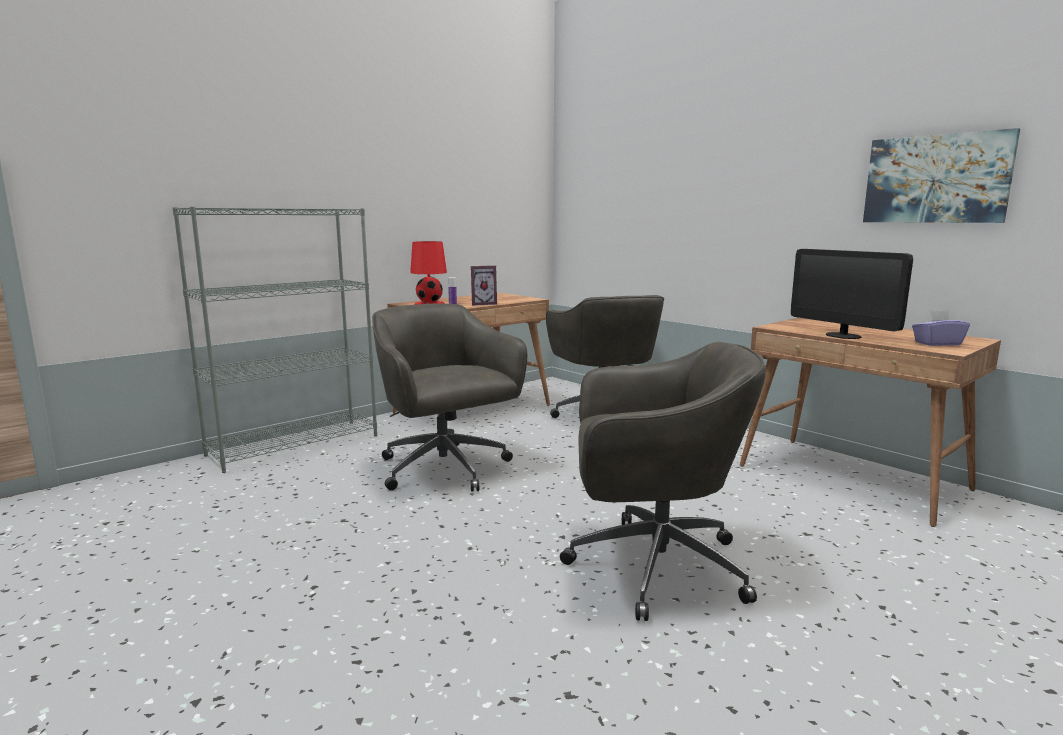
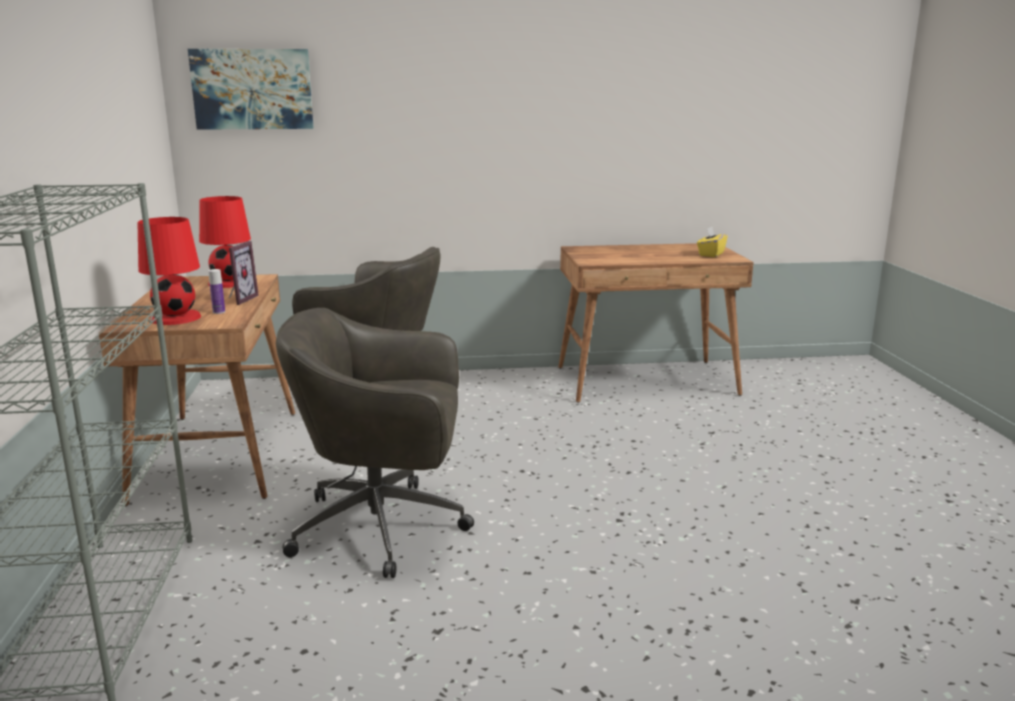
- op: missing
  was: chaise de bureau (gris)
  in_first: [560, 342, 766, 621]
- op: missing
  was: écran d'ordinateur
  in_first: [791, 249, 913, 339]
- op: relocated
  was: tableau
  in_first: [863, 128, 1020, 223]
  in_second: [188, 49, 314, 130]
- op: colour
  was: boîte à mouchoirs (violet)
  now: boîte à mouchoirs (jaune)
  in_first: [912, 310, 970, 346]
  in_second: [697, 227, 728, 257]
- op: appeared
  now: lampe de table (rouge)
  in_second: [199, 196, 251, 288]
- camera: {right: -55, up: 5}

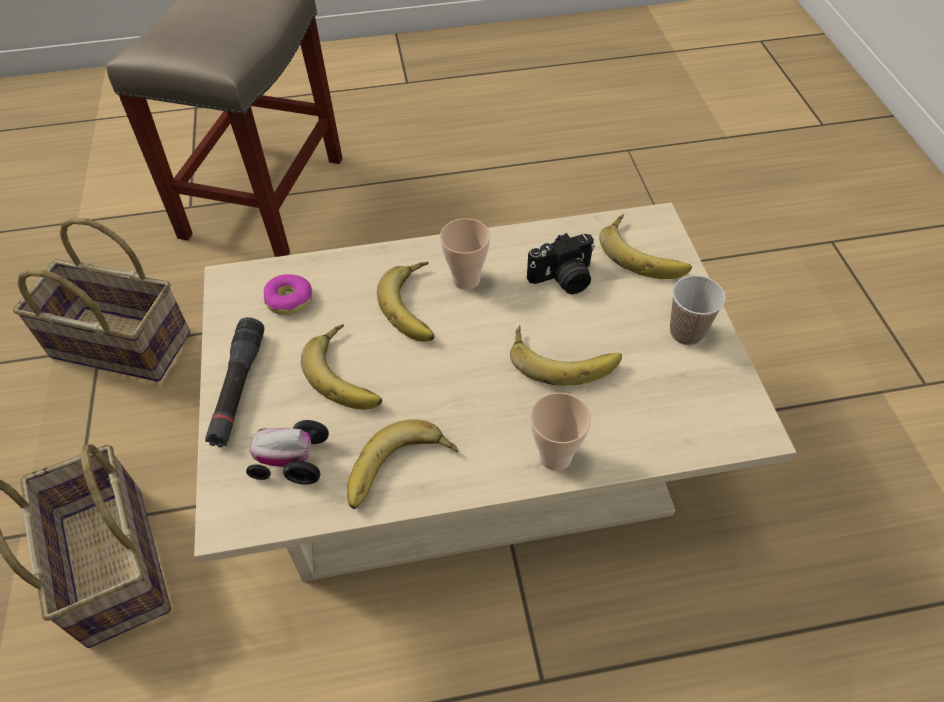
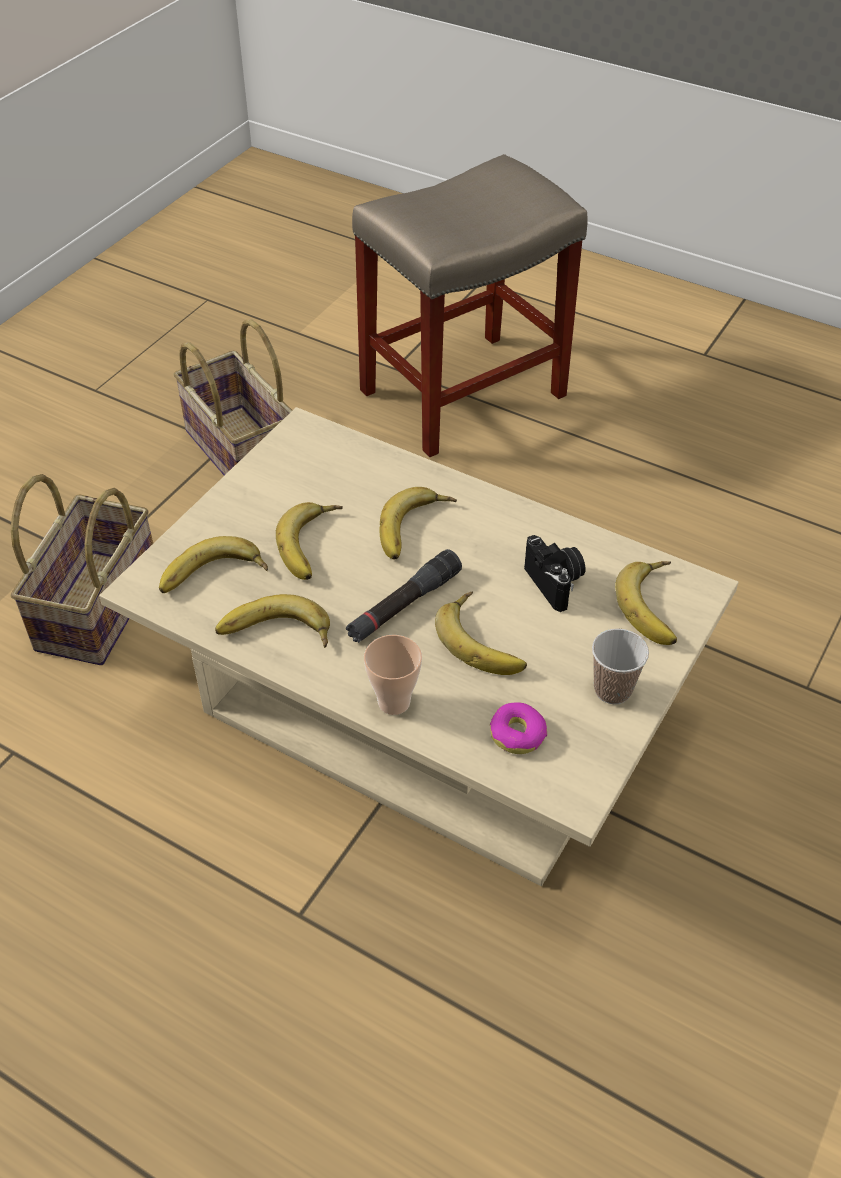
- op: relocated
  was: lampe de poche (noir)
  in_first: [205, 317, 264, 447]
  in_second: [346, 549, 462, 643]
- op: exchanged
  was: petite voiture
  now: banane
  in_first: [246, 420, 329, 484]
  in_second: [159, 536, 268, 593]
- op: relocated
  was: beignet
  in_first: [264, 274, 312, 315]
  in_second: [490, 702, 547, 754]
- op: missing
  was: tasse
  in_first: [440, 218, 490, 290]
- op: spun
  was: appareil photo
  in_first: [527, 233, 595, 294]
  in_second: [524, 535, 586, 612]
  clockwise: -135
- camera: {right: 40, up: -5}

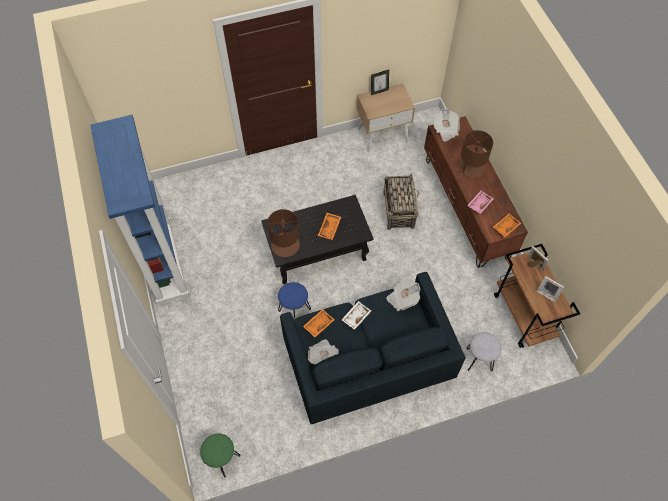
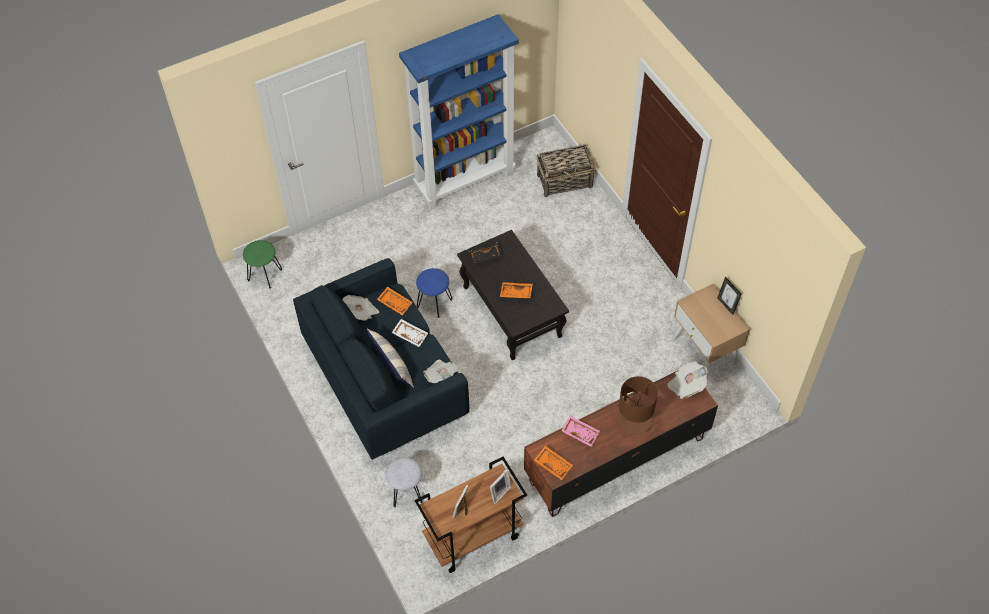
- op: exchanged
  was: lampe de table (marron)
  now: plateau (noir)
  in_first: [267, 209, 300, 257]
  in_second: [469, 242, 502, 265]
- op: relocated
  was: panier
  in_first: [383, 174, 419, 230]
  in_second: [537, 145, 595, 197]
- op: appeared
  now: coussin
  in_second: [367, 329, 414, 388]
- camera: {right: 80, up: -5}

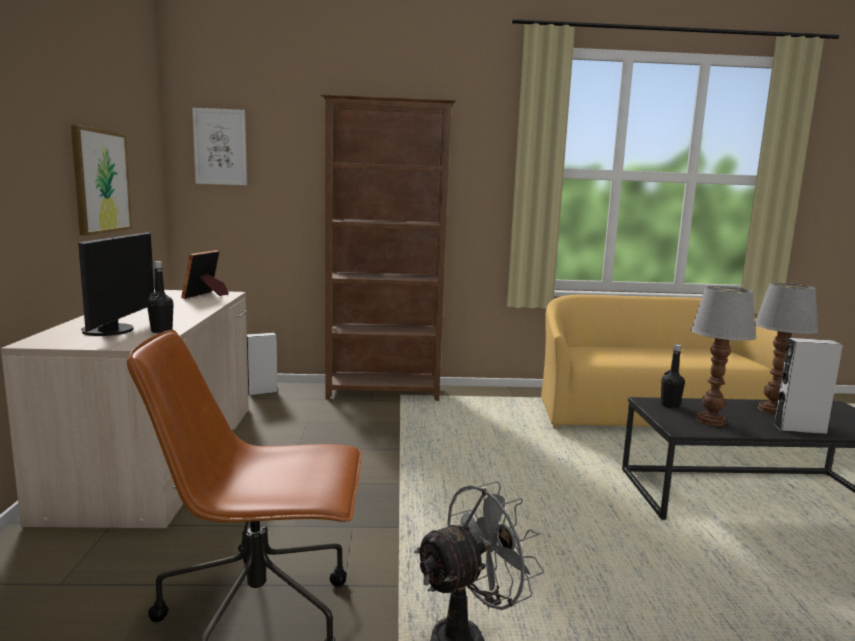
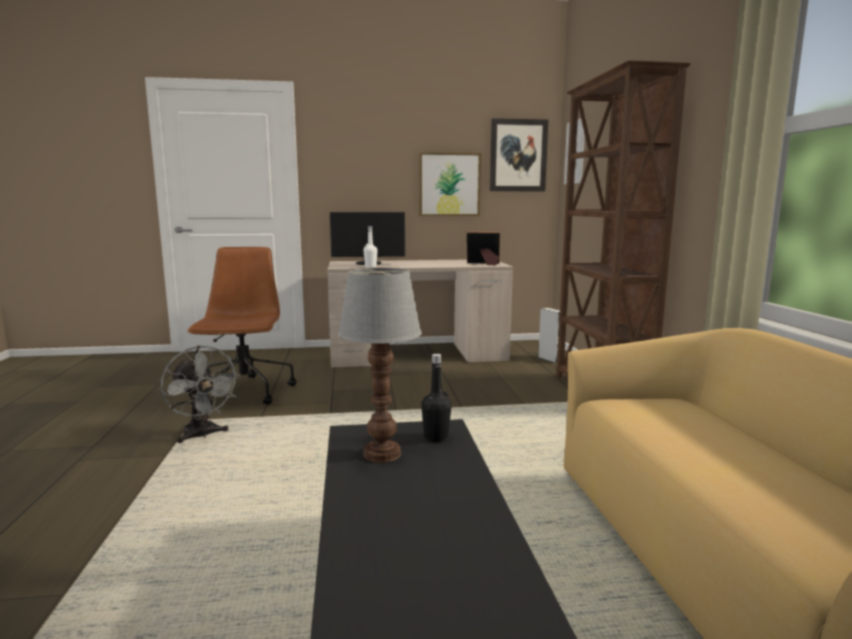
- op: colour
  was: bouteille (noir)
  now: bouteille (blanc)
  in_first: [147, 261, 174, 333]
  in_second: [363, 226, 377, 267]
- op: missing
  was: lampe de table
  in_first: [755, 283, 819, 414]
- op: missing
  was: enceinte (gris)
  in_first: [773, 338, 843, 435]
- op: appeared
  now: tableau
  in_second: [490, 118, 548, 192]
- camera: {right: 85, up: 0}

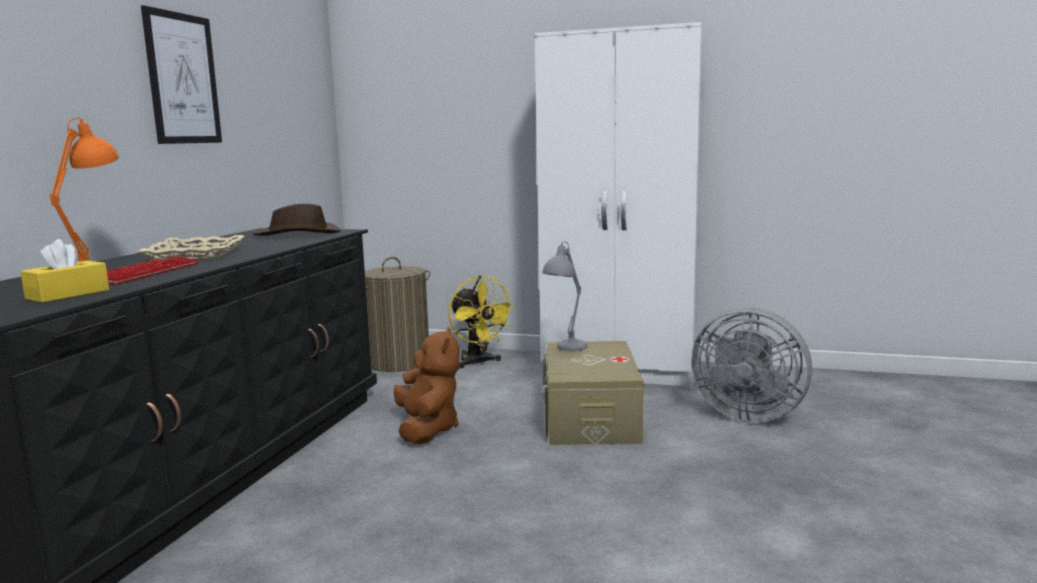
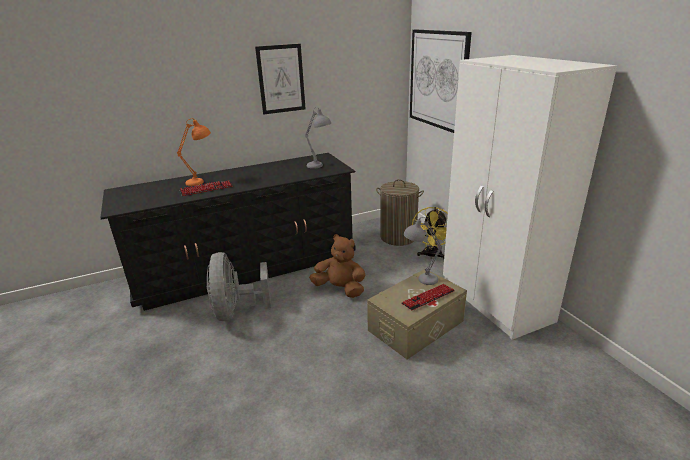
- op: missing
  was: boîte à mouchoirs (jaune)
  in_first: [20, 239, 109, 303]
- op: missing
  was: plateau (beige)
  in_first: [137, 235, 245, 260]
- op: exchanged
  was: chapeau (marron)
  now: lampe de table (gris)
  in_first: [253, 204, 341, 236]
  in_second: [305, 107, 331, 169]
- op: spun
  was: peluche (marron)
  in_first: [394, 327, 460, 444]
  in_second: [309, 234, 366, 298]
  clockwise: -105
- op: relocated
  was: ventilateur (gris)
  in_first: [691, 307, 812, 423]
  in_second: [207, 252, 271, 321]
- op: appeared
  now: clavier
  in_second: [401, 284, 455, 311]
- op: appeared
  now: tableau
  in_second: [410, 29, 472, 133]
- camera: {right: 50, up: 15}

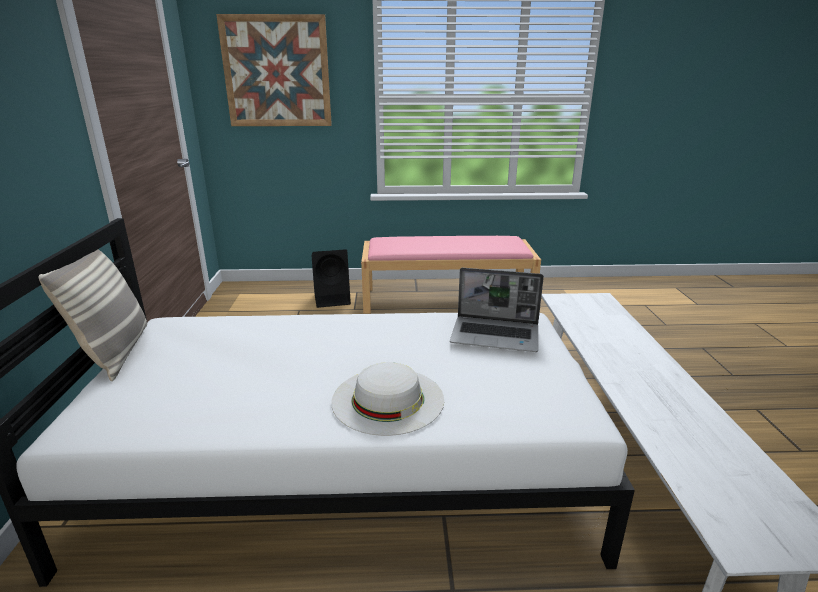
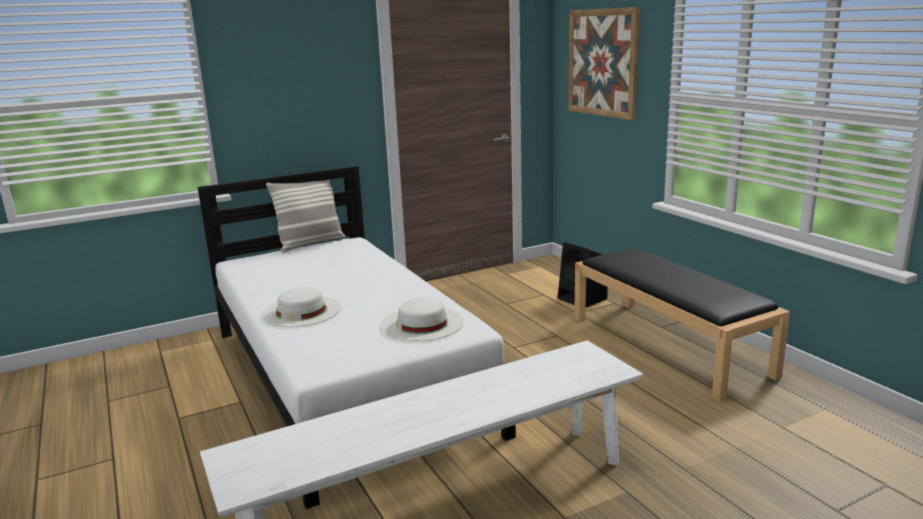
- op: colour
  was: banc (rose)
  now: banc (noir)
  in_first: [361, 236, 541, 313]
  in_second: [574, 248, 790, 401]
- op: exchanged
  was: ordinateur portable
  now: chapeau (blanc)
  in_first: [450, 268, 544, 352]
  in_second: [381, 298, 464, 341]
- camera: {right: 65, up: -5}

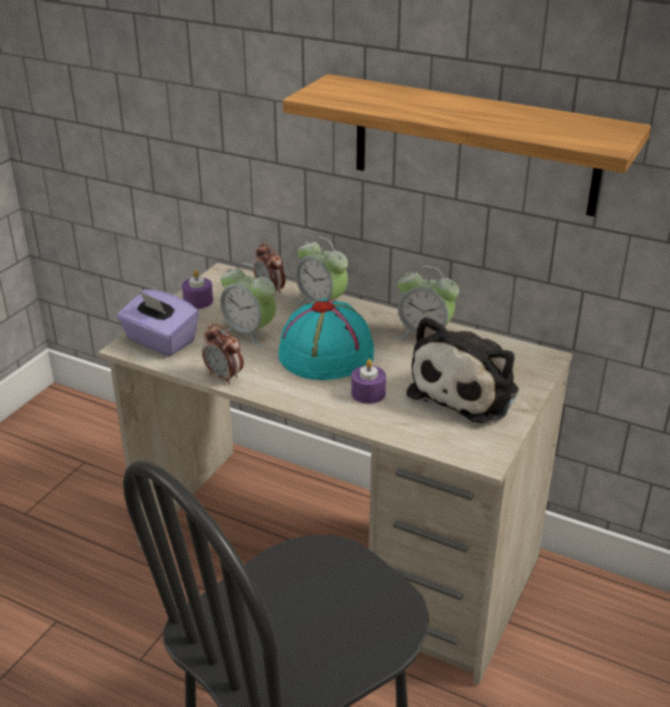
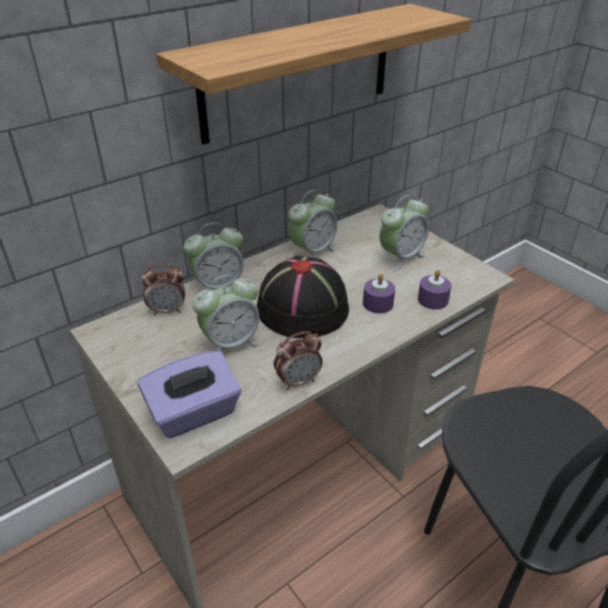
- op: relocated
  was: bougie (violet)
  in_first: [182, 270, 213, 309]
  in_second: [418, 270, 451, 309]
- op: colour
  was: chapeau (turquoise)
  now: chapeau (noir)
  in_first: [278, 299, 374, 380]
  in_second: [256, 256, 349, 338]
- op: exchanged
  was: peluche
  now: réveil
  in_first: [406, 317, 519, 423]
  in_second: [380, 195, 429, 271]
- camera: {right: -65, up: 5}

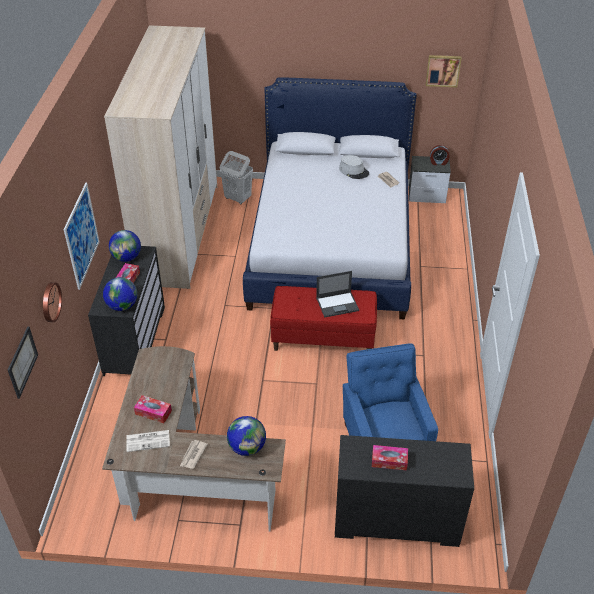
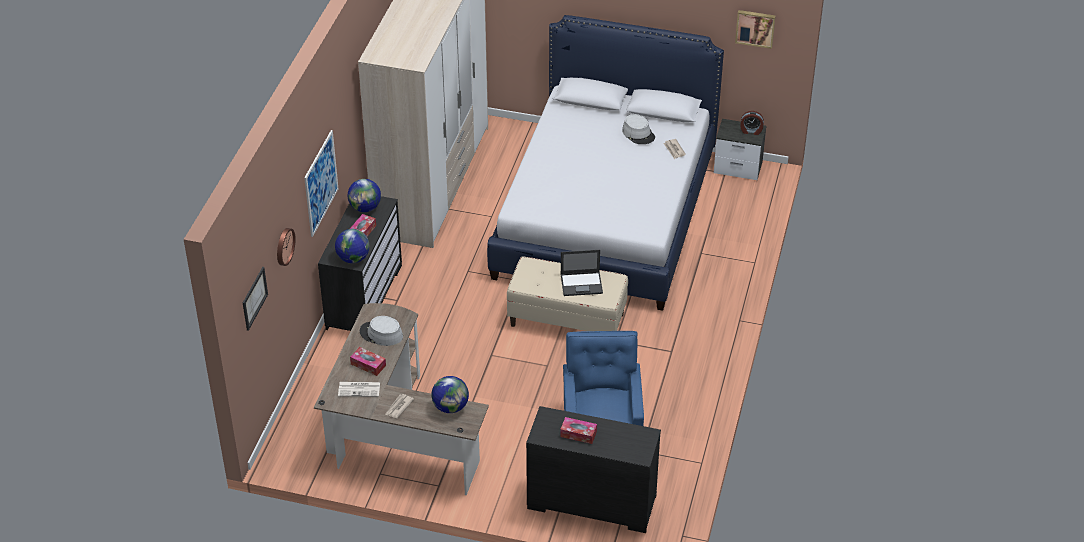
- op: missing
  was: panier à linge (blanc)
  in_first: [220, 151, 253, 204]
- op: colour
  was: banc (rouge)
  now: banc (beige)
  in_first: [270, 286, 377, 351]
  in_second: [507, 257, 628, 331]
- op: appeared
  now: chapeau (gris)
  in_second: [360, 316, 403, 346]
- camera: {right: 10, up: 0}

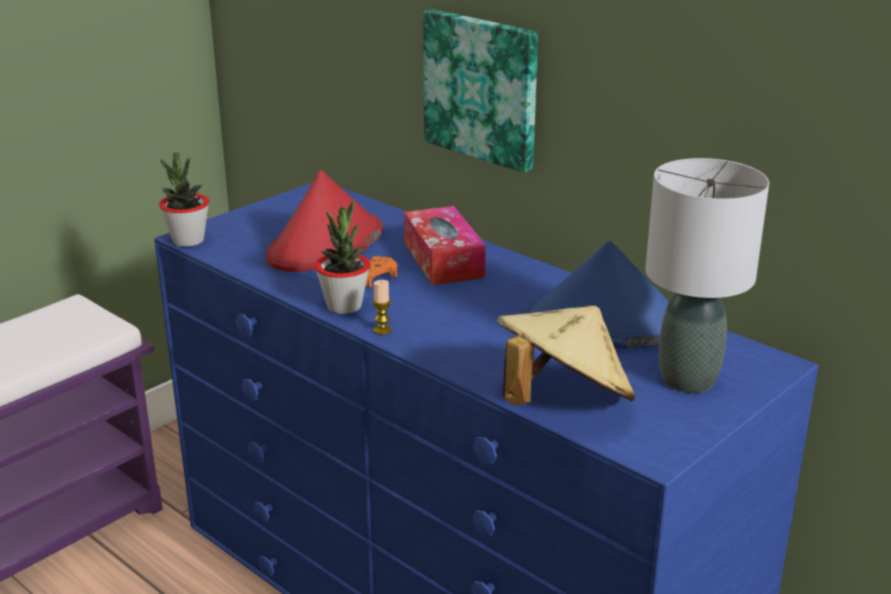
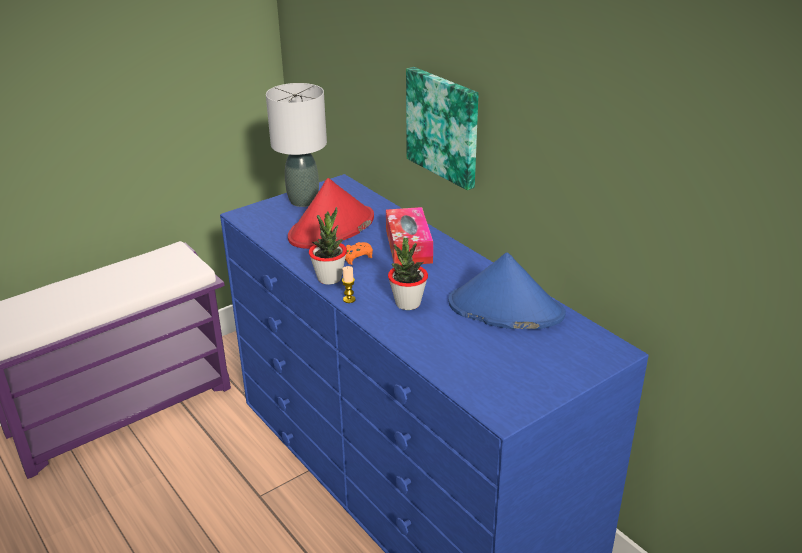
- op: relocated
  was: plante en pot
  in_first: [159, 153, 209, 247]
  in_second: [388, 238, 428, 310]
- op: missing
  was: chapeau (beige)
  in_first: [497, 306, 636, 405]
- op: relocated
  was: lampe de table (gris)
  in_first: [645, 158, 769, 393]
  in_second: [266, 83, 327, 207]
- camera: {right: 10, up: 5}

